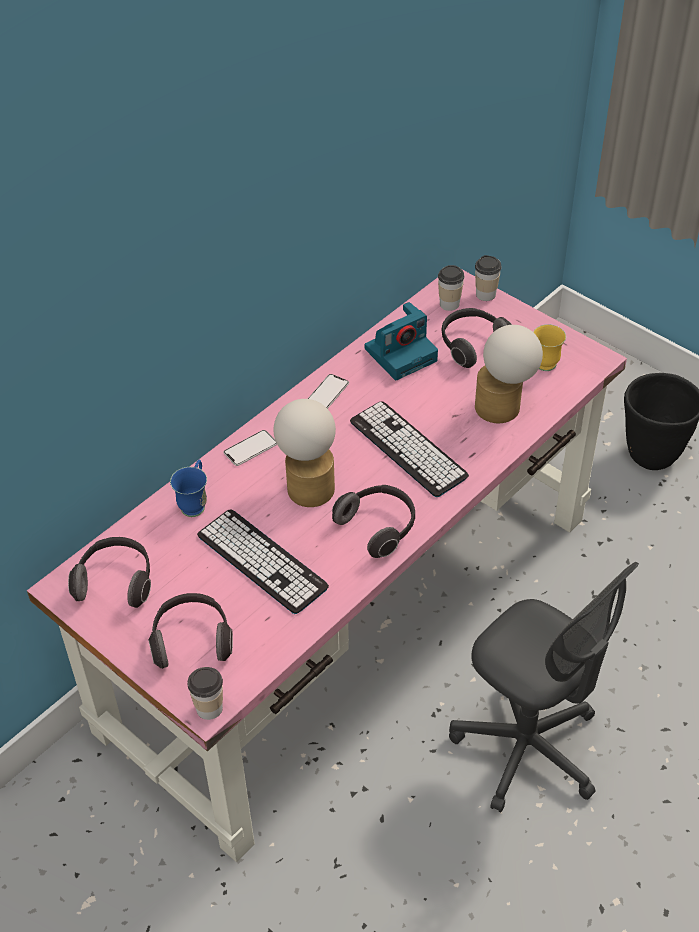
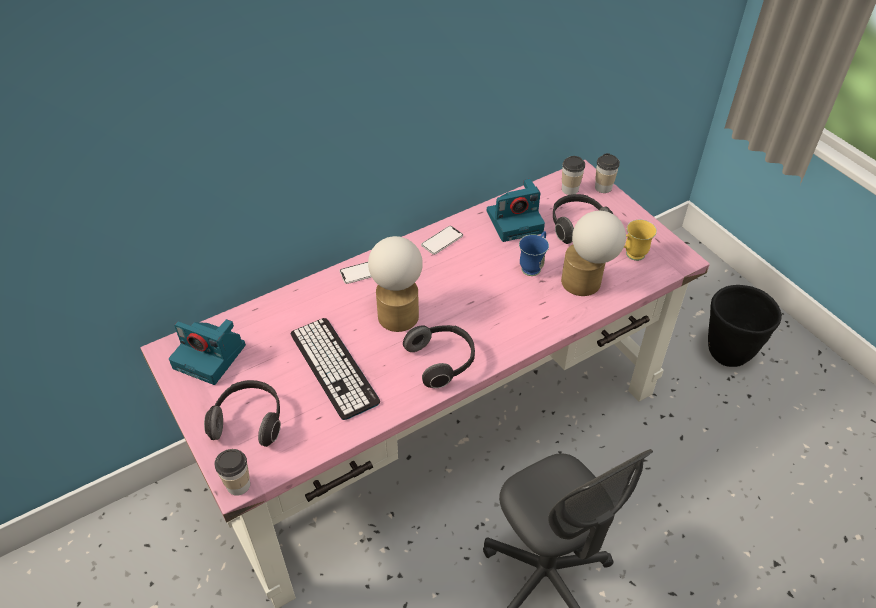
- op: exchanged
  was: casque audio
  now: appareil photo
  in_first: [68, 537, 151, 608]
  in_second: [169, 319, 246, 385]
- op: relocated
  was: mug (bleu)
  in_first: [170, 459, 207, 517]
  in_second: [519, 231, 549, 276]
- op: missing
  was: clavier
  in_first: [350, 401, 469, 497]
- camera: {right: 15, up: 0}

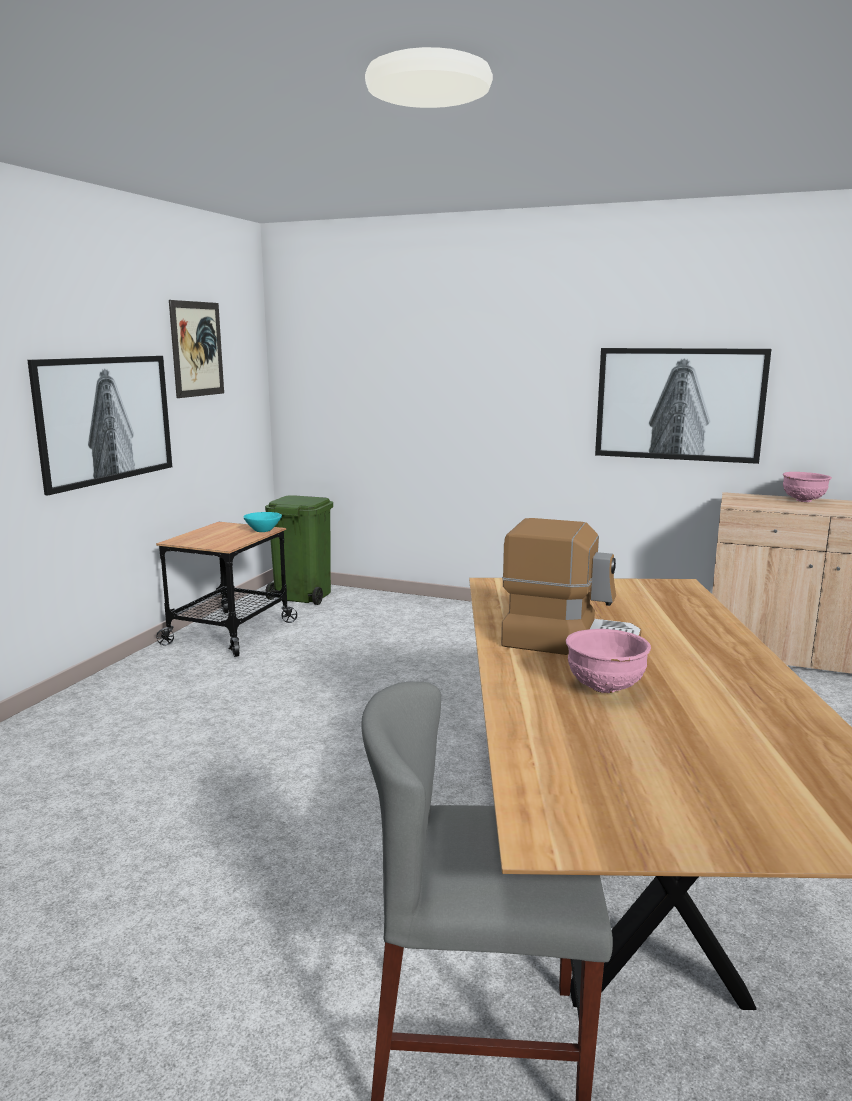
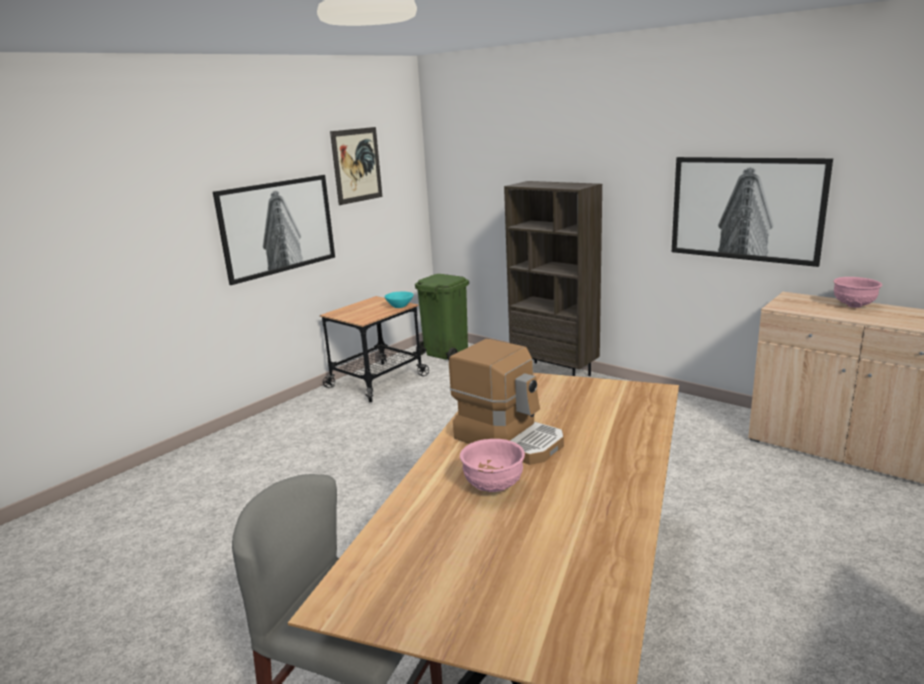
- op: appeared
  now: bibliothèque (marron)
  in_second: [504, 181, 602, 376]
- camera: {right: 20, up: 5}

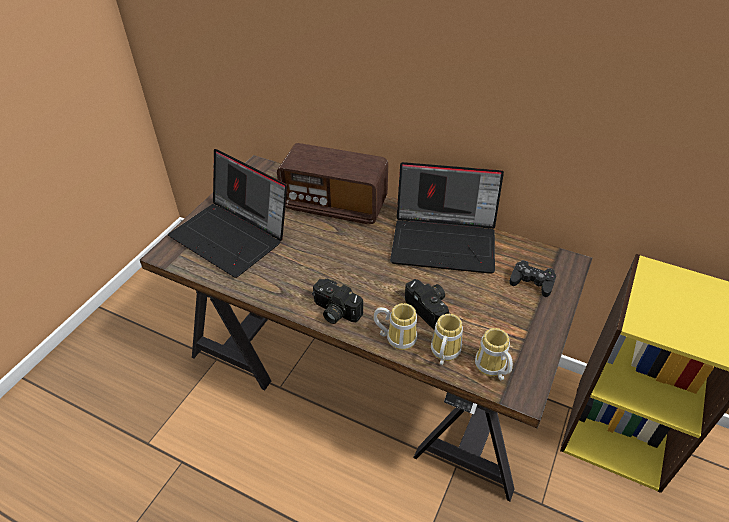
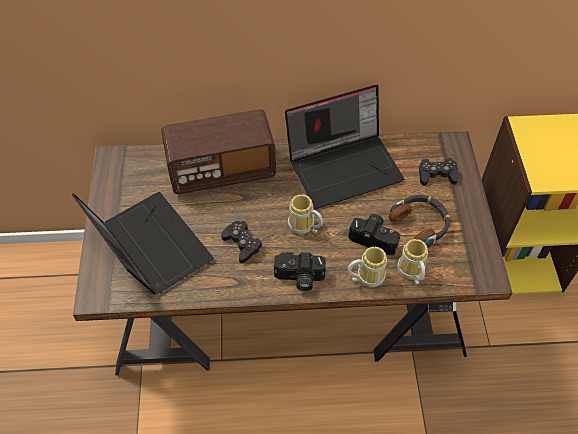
- op: spun
  was: ordinateur portable
  in_first: [168, 149, 287, 278]
  in_second: [72, 192, 214, 295]
  clockwise: -135
- op: relocated
  was: mug
  in_first: [475, 328, 513, 380]
  in_second: [288, 194, 323, 234]
- op: appeared
  now: manette (noir)
  in_second: [221, 221, 263, 263]
- op: appeared
  now: casque audio
  in_second: [389, 195, 450, 248]
- camera: {right: -30, up: 10}

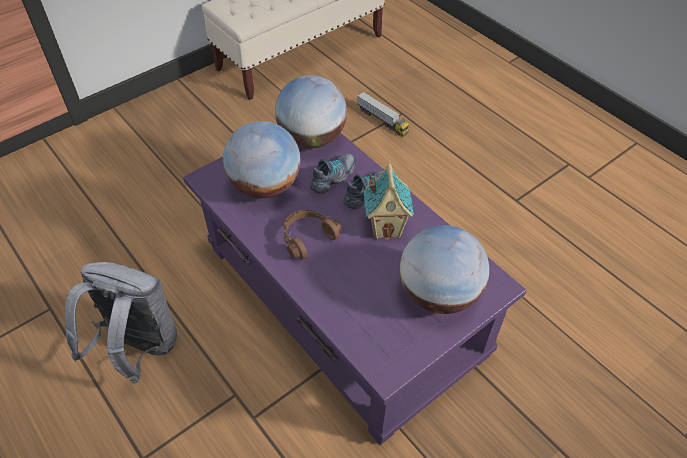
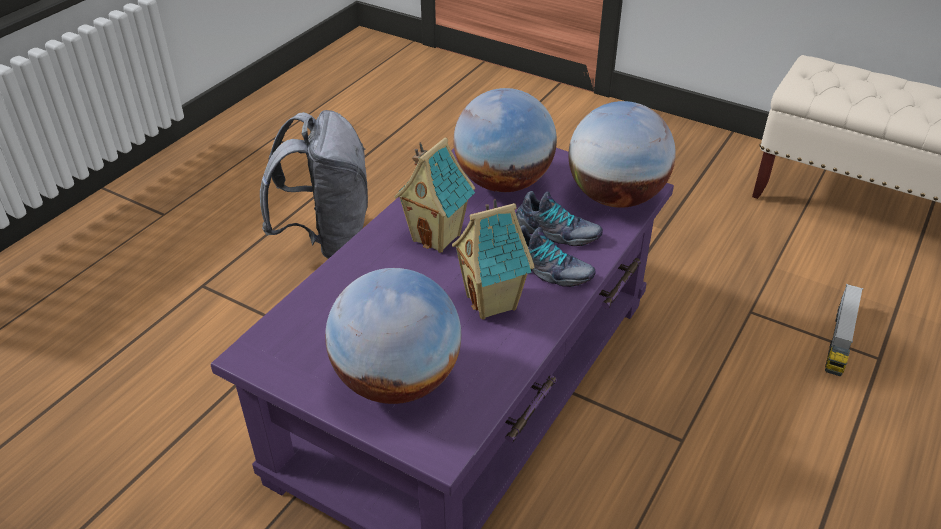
- op: exchanged
  was: casque audio (marron)
  now: maison miniature
  in_first: [283, 210, 342, 260]
  in_second: [394, 137, 475, 253]
- camera: {right: 70, up: -10}

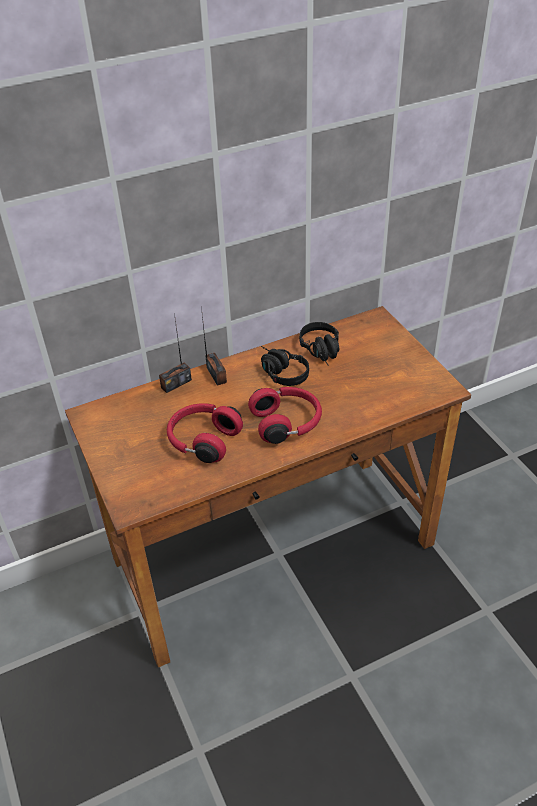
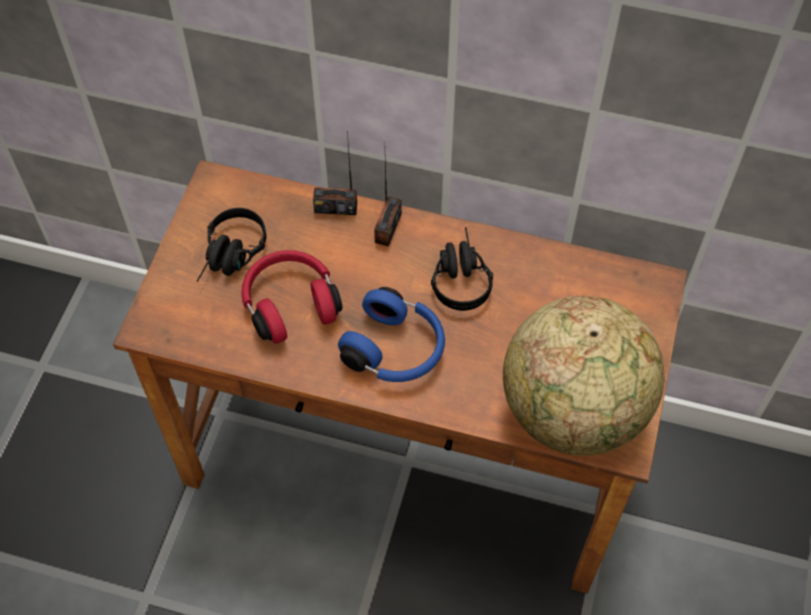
- op: colour
  was: casque audio (rouge)
  now: casque audio (bleu)
  in_first: [248, 387, 322, 444]
  in_second: [338, 287, 445, 382]
- op: relocated
  was: casque audio (noir)
  in_first: [299, 322, 339, 366]
  in_second: [197, 208, 266, 282]
- op: appeared
  now: globe
  in_second: [503, 295, 664, 455]
- camera: {right: 40, up: 15}

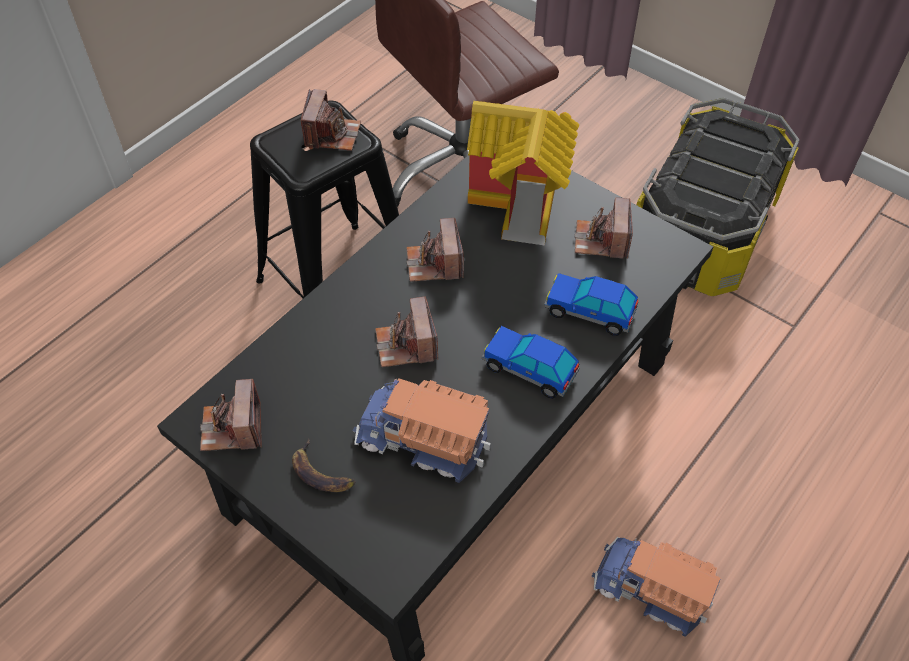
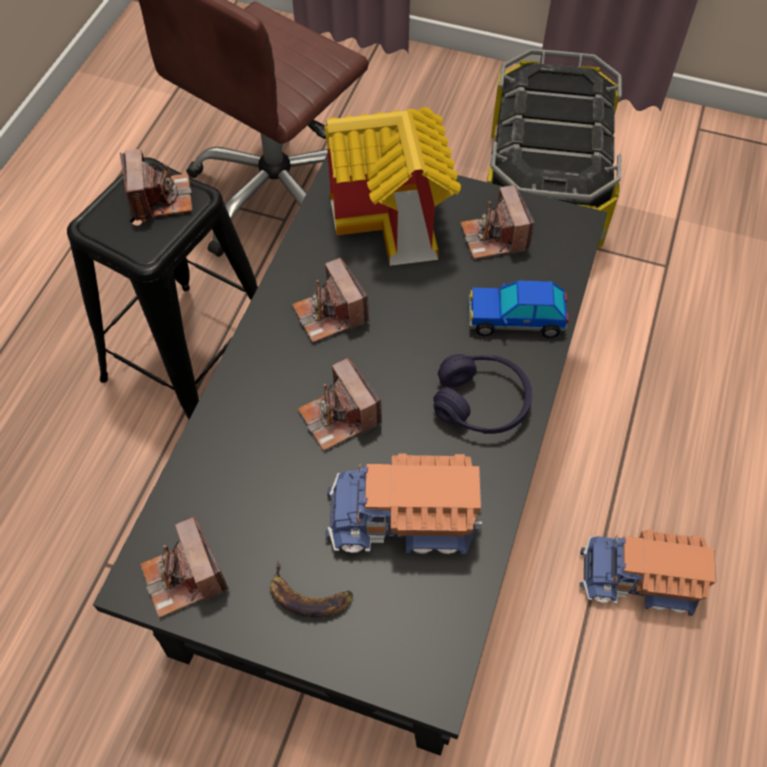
- op: exchanged
  was: petite voiture
  now: casque audio (violet)
  in_first: [482, 326, 579, 399]
  in_second: [433, 354, 532, 434]
- camera: {right: -20, up: 5}

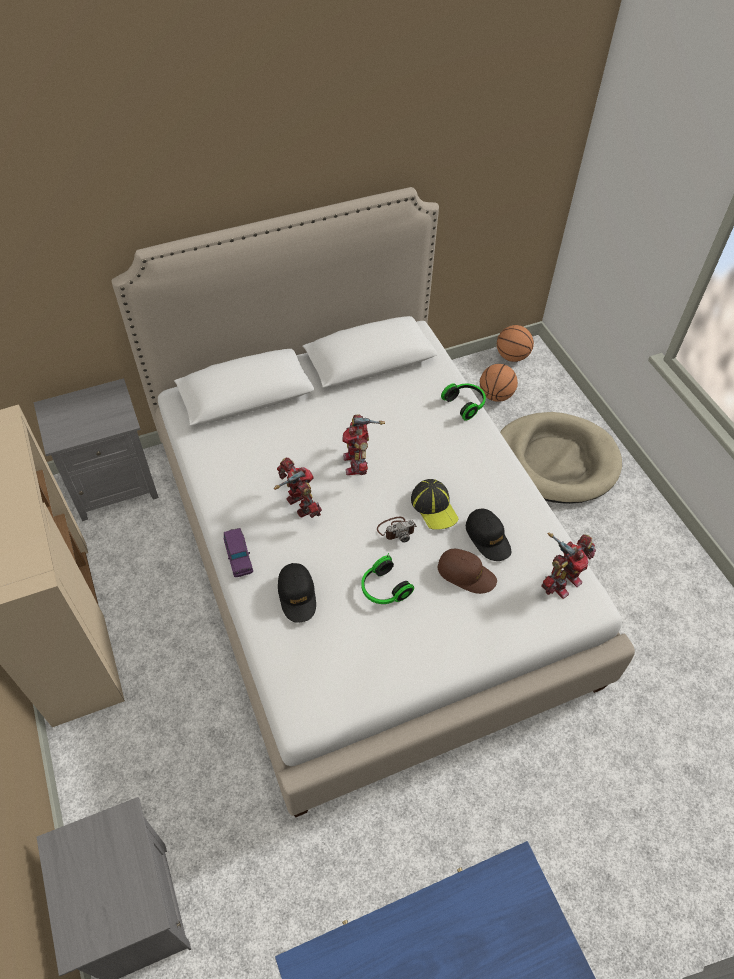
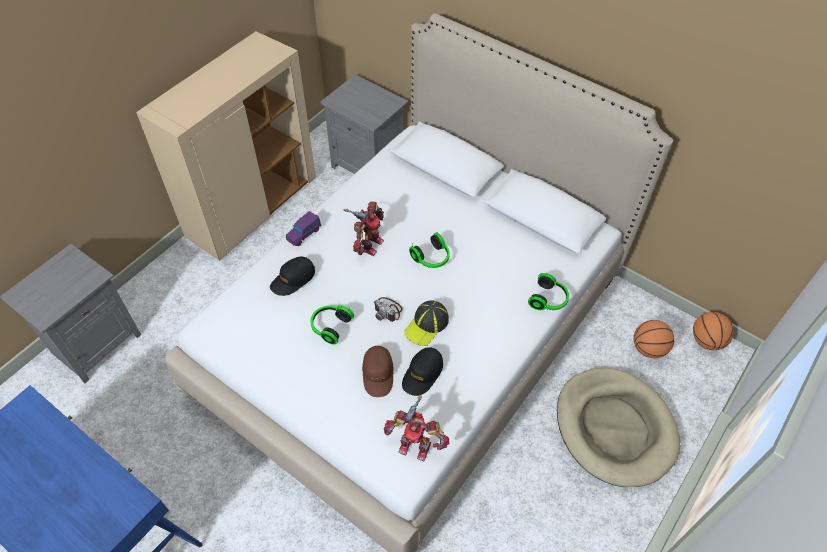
- op: exchanged
  was: robot jouet
  now: casque audio
  in_first: [342, 414, 385, 475]
  in_second: [409, 232, 450, 268]
- camera: {right: 60, up: 0}

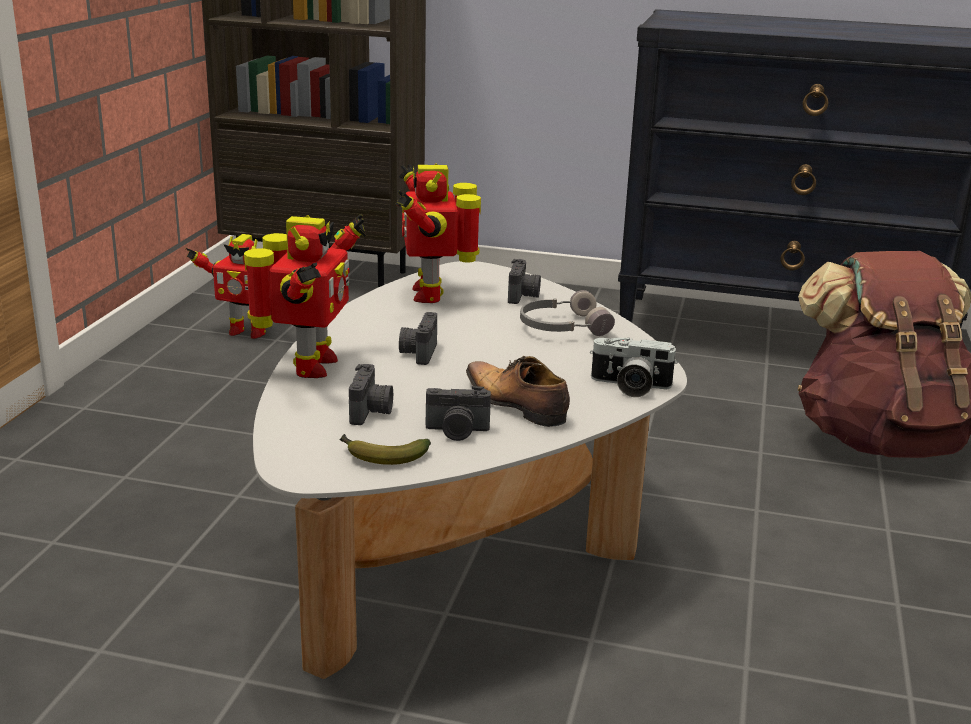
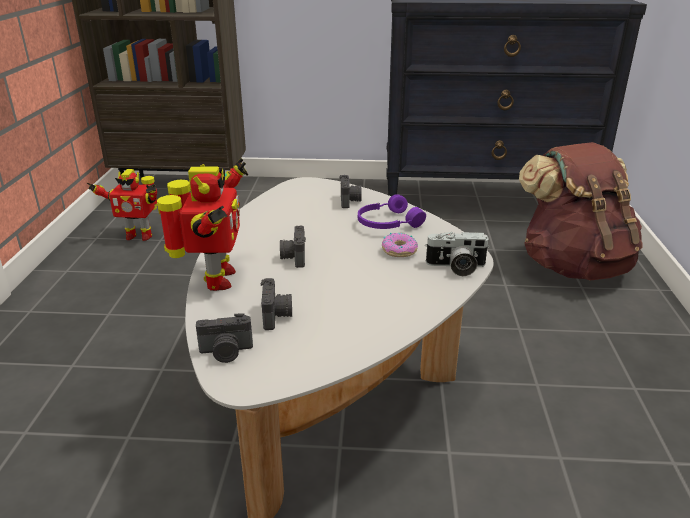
- op: missing
  was: banane
  in_first: [339, 434, 431, 465]
- op: missing
  was: robot jouet
  in_first: [395, 163, 481, 303]
- op: relocated
  was: appareil photo
  in_first: [426, 386, 491, 441]
  in_second: [196, 313, 253, 363]
- op: missing
  was: chaussure
  in_first: [466, 356, 570, 427]
- op: colour
  was: casque audio (gris)
  now: casque audio (violet)
  in_first: [520, 290, 615, 336]
  in_second: [358, 194, 426, 229]
- op: appeared
  now: beignet
  in_second: [382, 233, 418, 257]
- camera: {right: -10, up: 5}

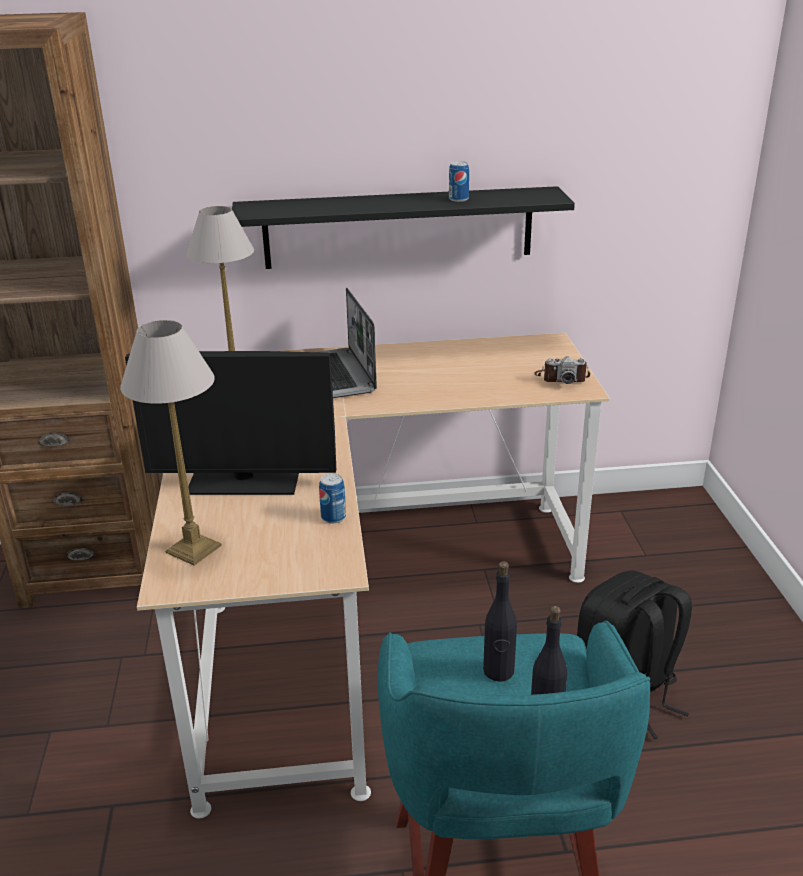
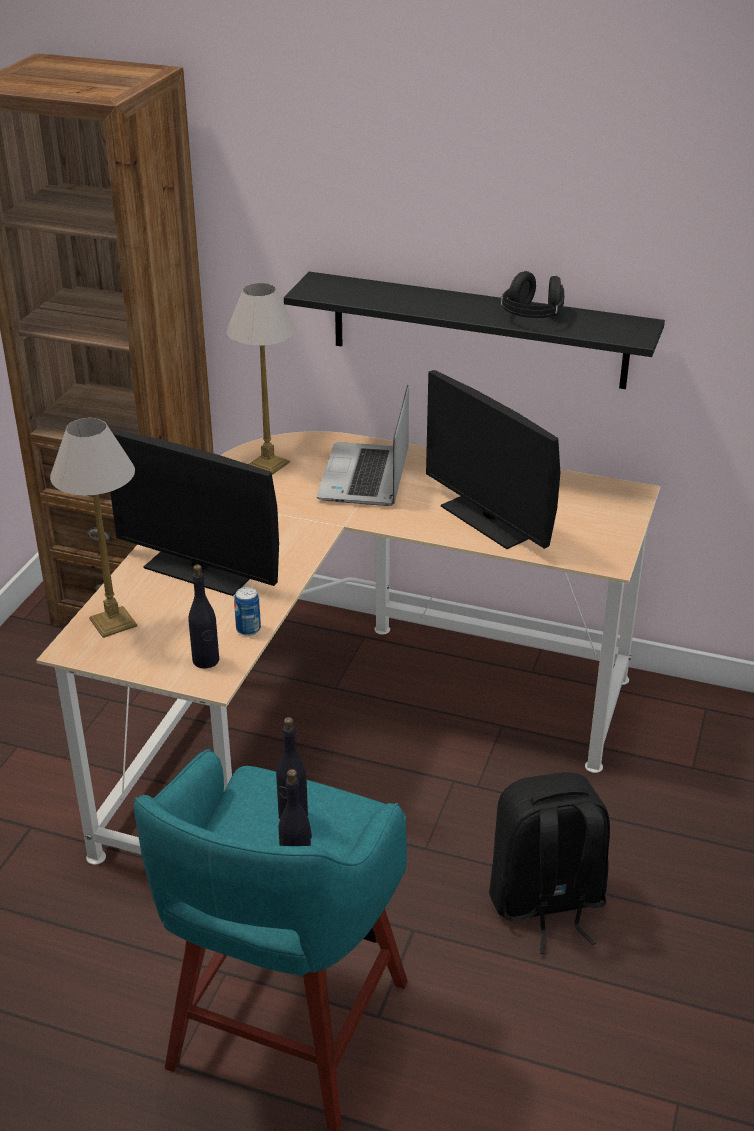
- op: exchanged
  was: boîte métallique
  now: casque audio (noir)
  in_first: [449, 161, 469, 202]
  in_second: [501, 271, 564, 318]
- op: missing
  was: appareil photo
  in_first: [534, 357, 590, 384]
- op: appeared
  now: bouteille (noir)
  in_second: [188, 564, 219, 669]
- op: appeared
  now: écran d'ordinateur
  in_second: [426, 370, 560, 549]
- camera: {right: 25, up: 5}

